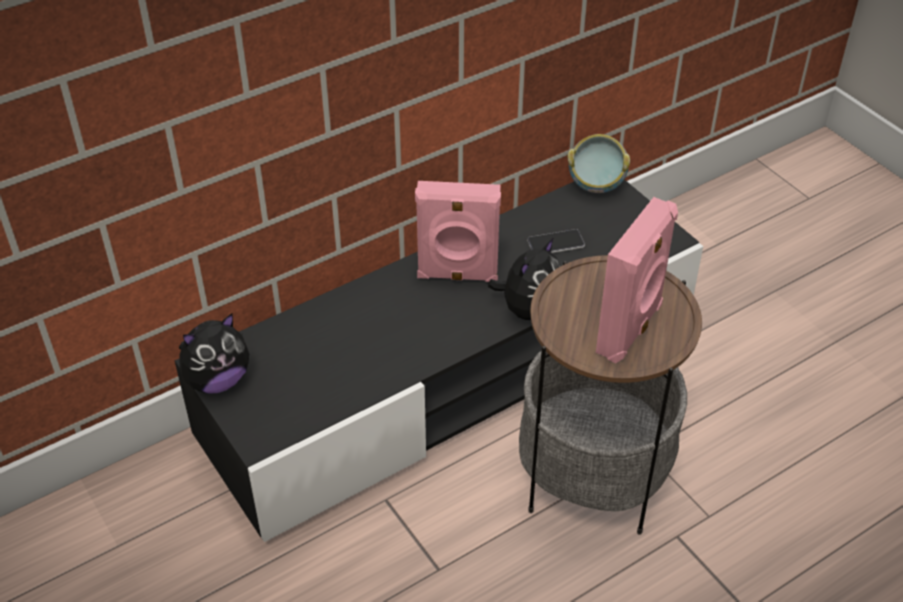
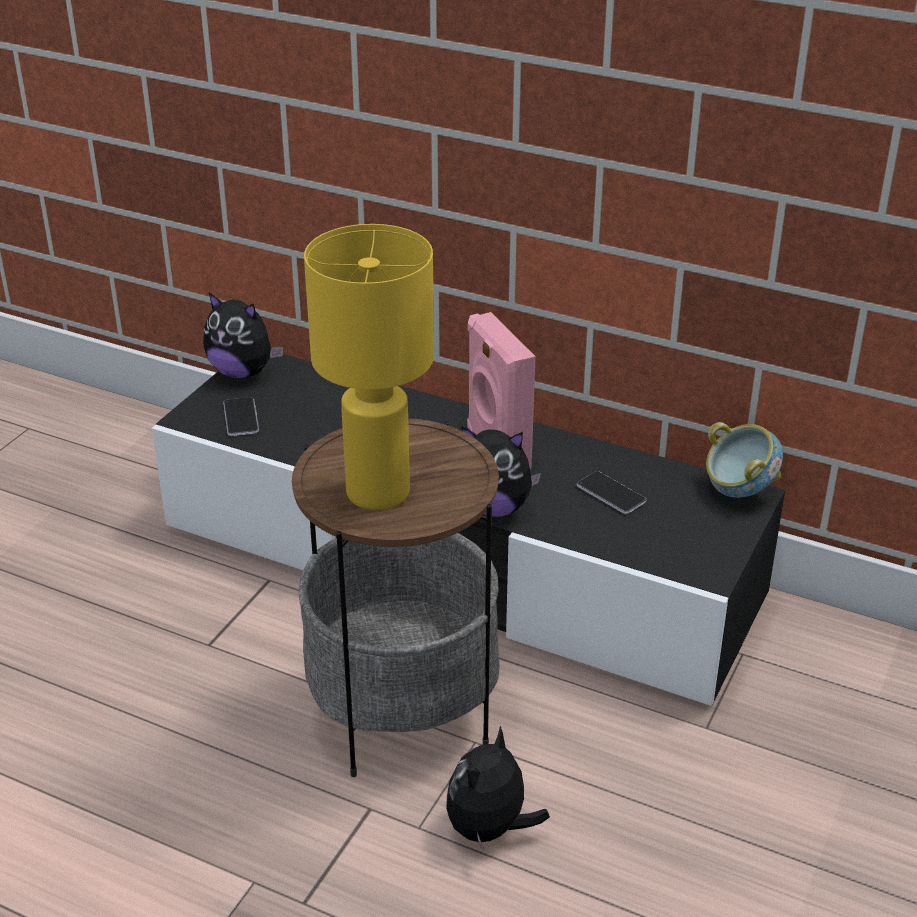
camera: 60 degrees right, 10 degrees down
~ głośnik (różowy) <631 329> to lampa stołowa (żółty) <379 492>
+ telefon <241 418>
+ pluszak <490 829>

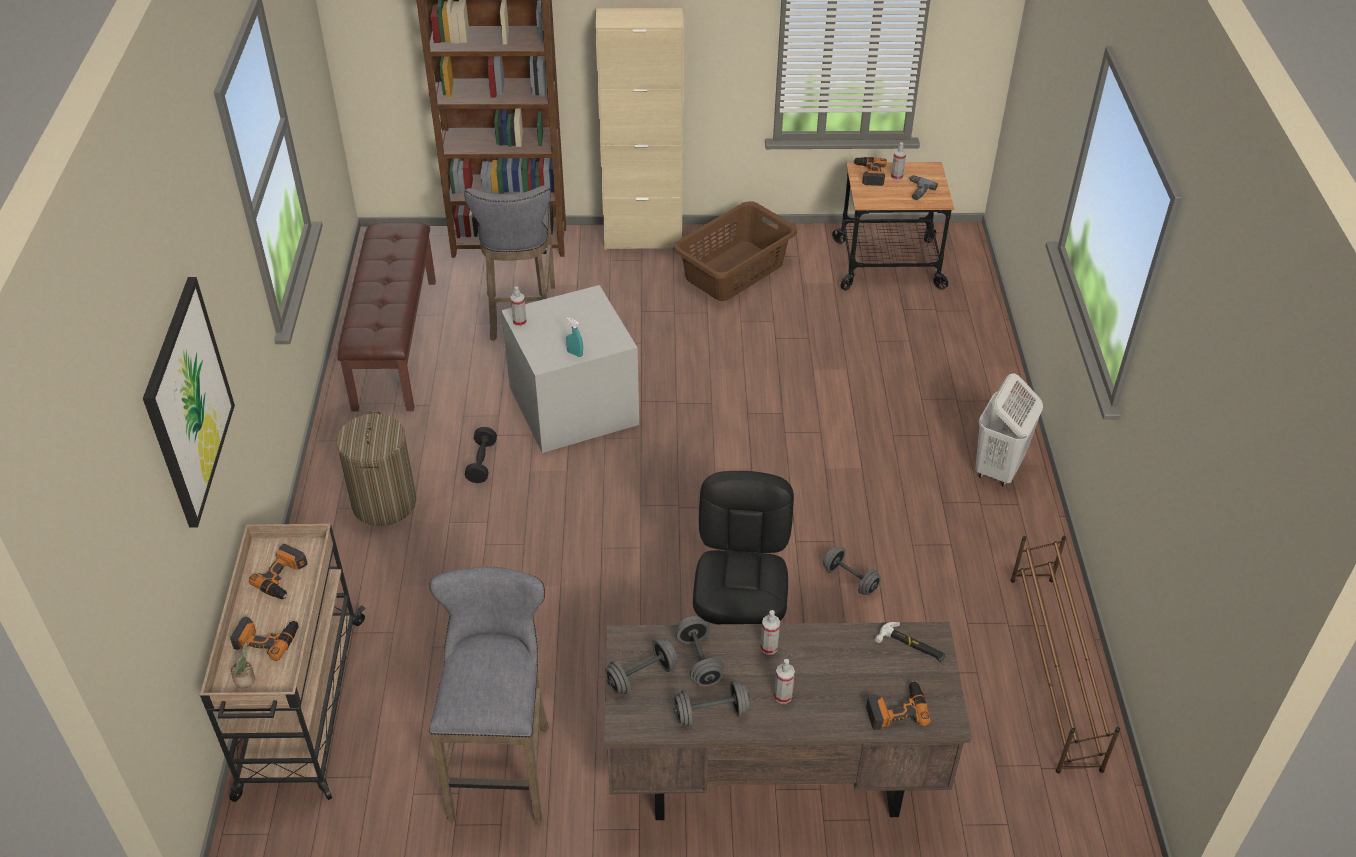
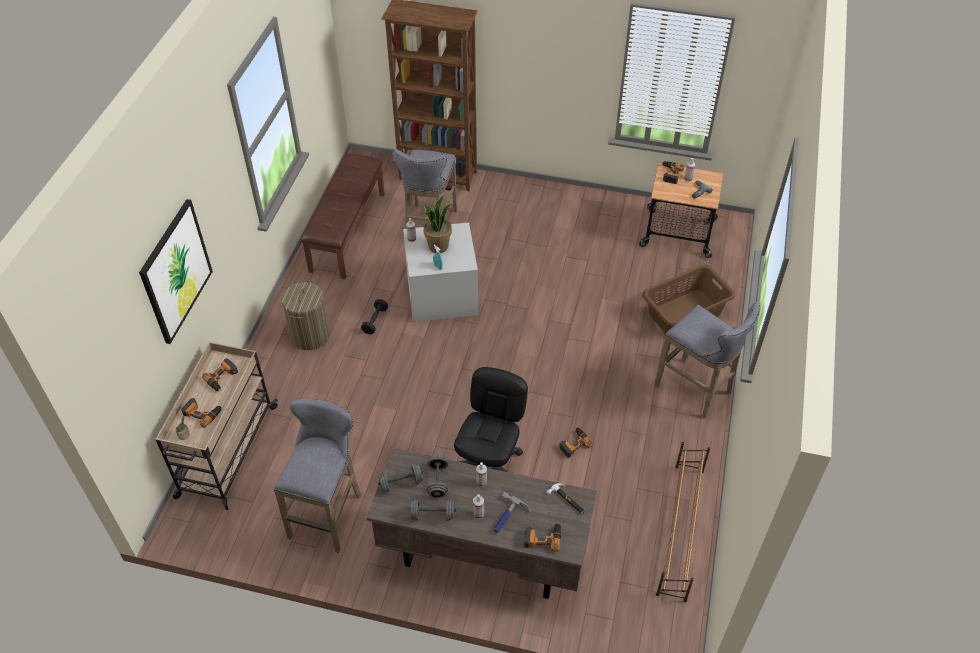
camera: 15 degrees right, 5 degrees up
- szafka (beżowy) <643 238>
~ kosz na pranie (brązowy) <735 271> to <685 313>
~ hantel (szary) <850 580> to wiertarka <573 444>
~ kosz na pranie (biały) <998 469> to stołek (szary) <696 390>
+ roślina doniczkowa <438 246>
+ młotek <508 517>

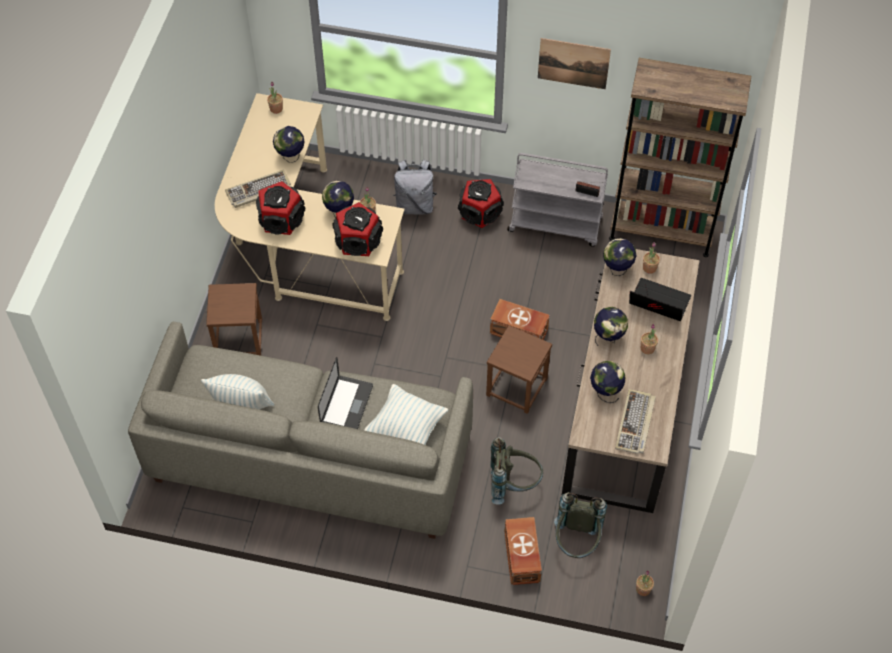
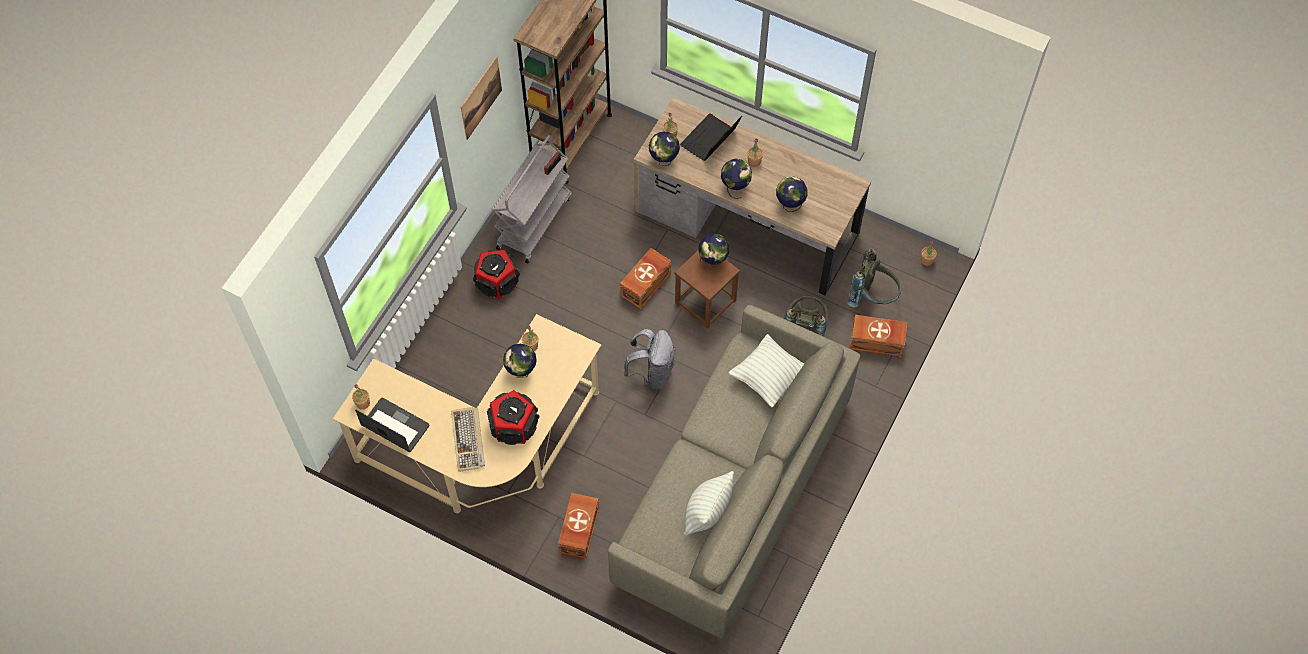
camera: 75 degrees left, 5 degrees up
~ stołek (brązowy) <238 338> to pojemnik do przechowywania (brązowy) <578 531>
~ globus <290 157> to <713 261>
~ laptop <346 405> to <395 426>
- głośnik <357 241>
~ plecak (szary) <415 205> to <652 372>
- klawiatura <635 423>

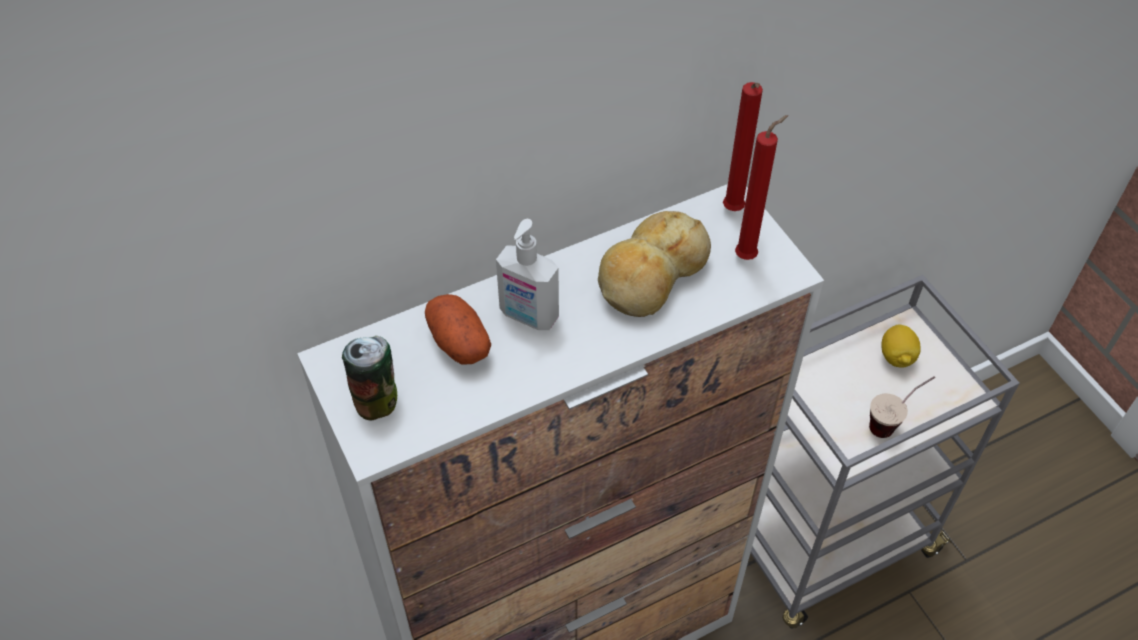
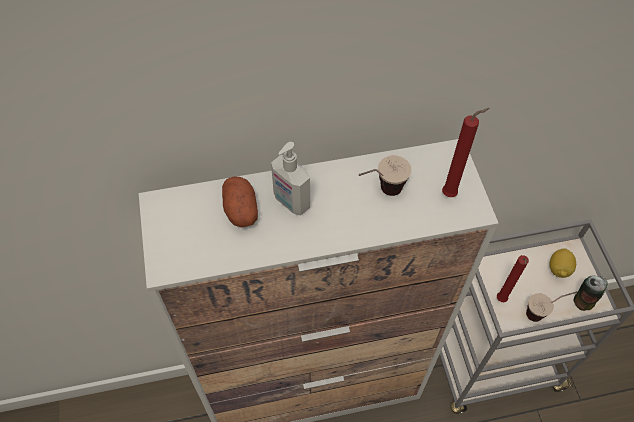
camera: 15 degrees right, 5 degrees up
~ puszka <377 401> to <583 301>
~ chleb <650 276> to filiżanka <380 193>
~ świeca (czerwony) <733 212> to <500 301>

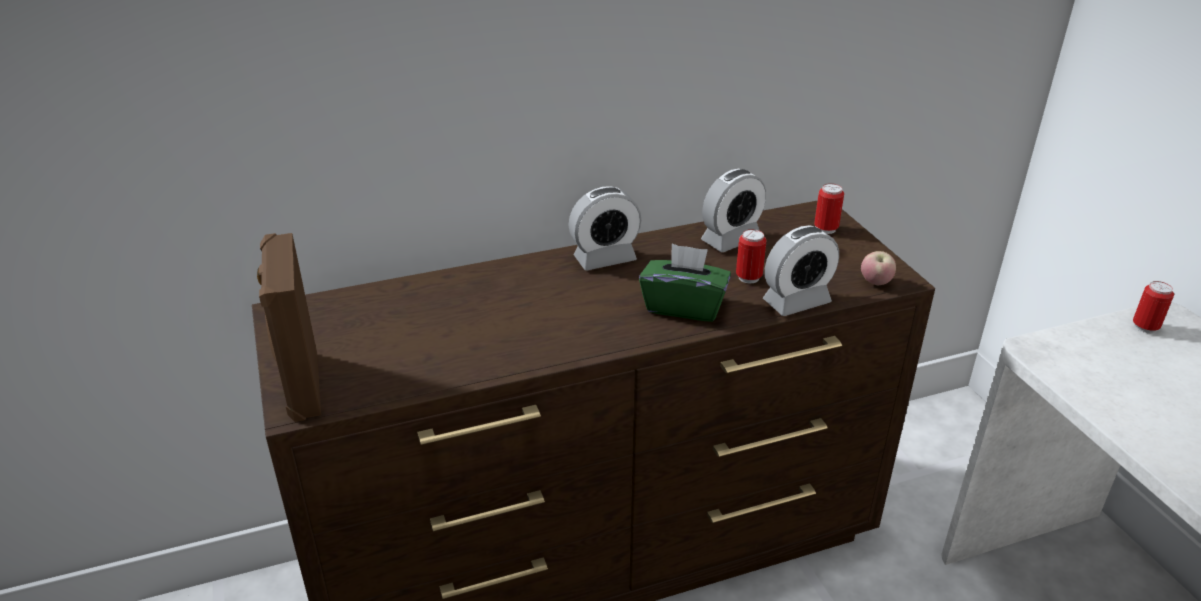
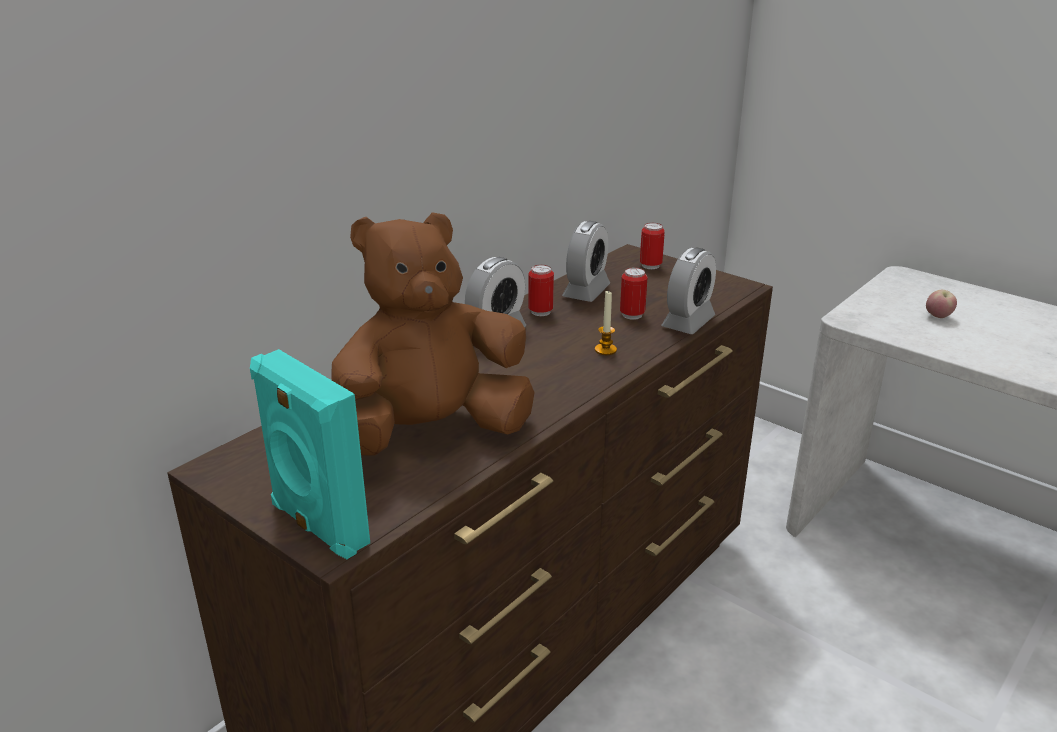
camera: 30 degrees left, 5 degrees down
~ głośnik (brązowy) <301 386> to głośnik (turkusowy) <317 526>
~ pudełko chusteczek (zielony) <684 306> to świeca <605 350>
~ jabłko <875 283> to <938 317>
~ puszka <1145 327> to <540 312>
+ pluszak (brązowy) <430 434>

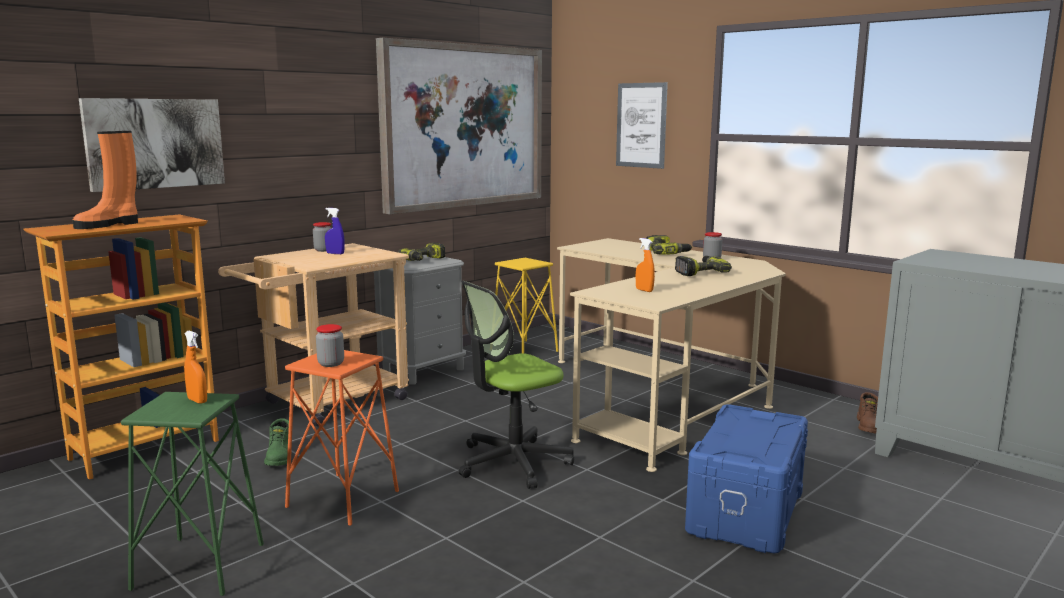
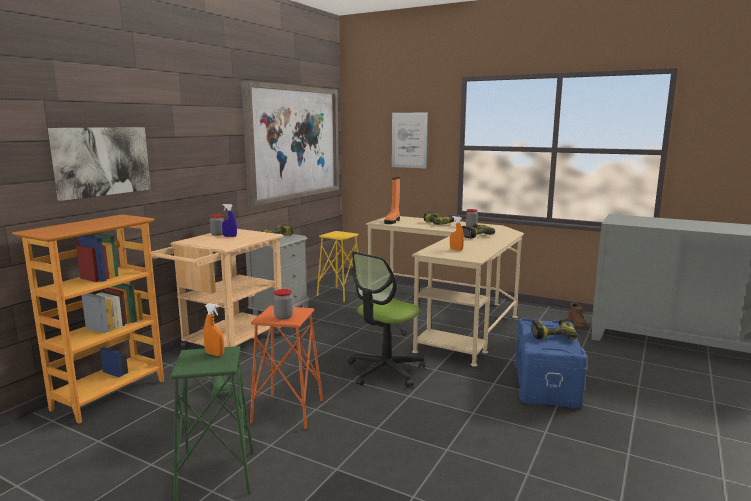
camera: 15 degrees left, 0 degrees up
~ but z cholewką (pomarańczowy) <109 225> to <392 221>
+ wiertarka <552 334>

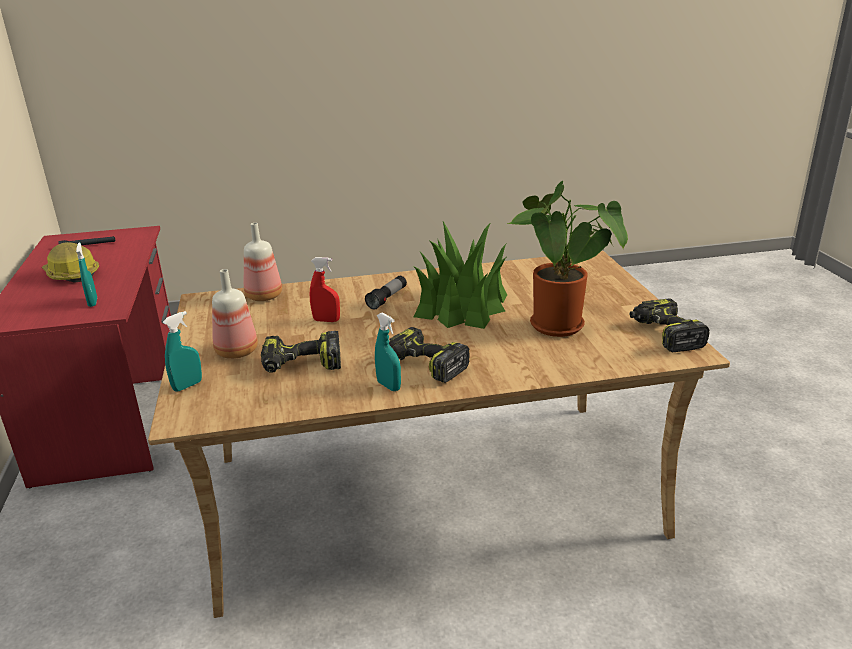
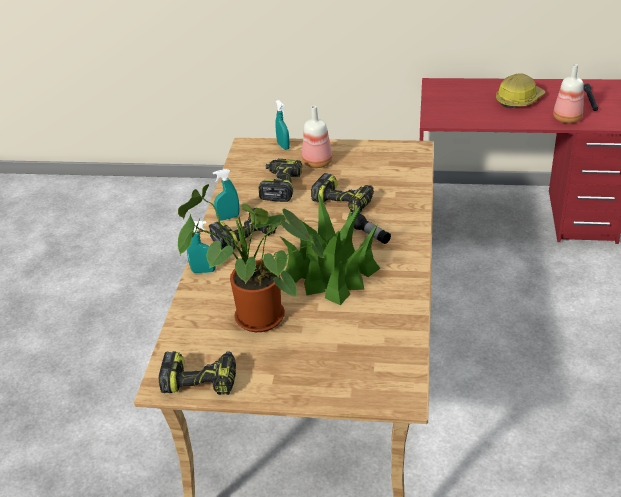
camera: 110 degrees right, 10 degrees up
~ spryskiwacz (turkusowy) <93 302> to <203 271>
~ butelka <265 296> to <566 119>
~ spryskiwacz (czerwony) <326 320> to wiertarka <344 201>

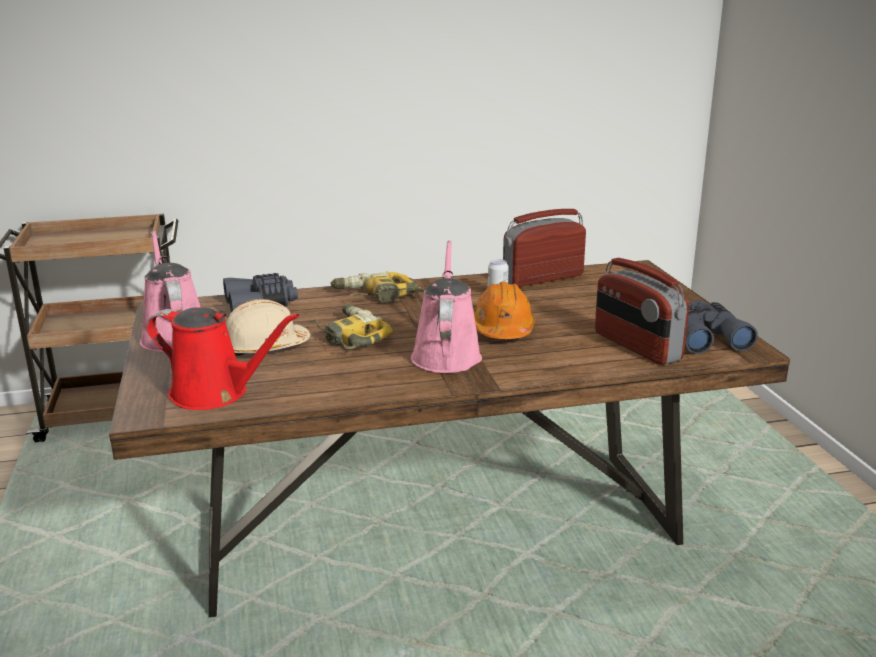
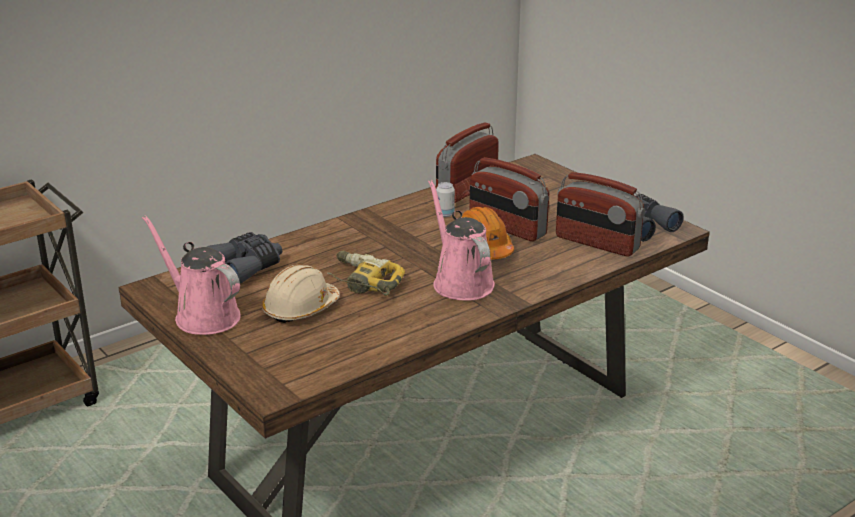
camera: 25 degrees left, 5 degrees up
- konewka (czerwony) <215 393>
- wiertarka <377 296>
+ radio <507 228>

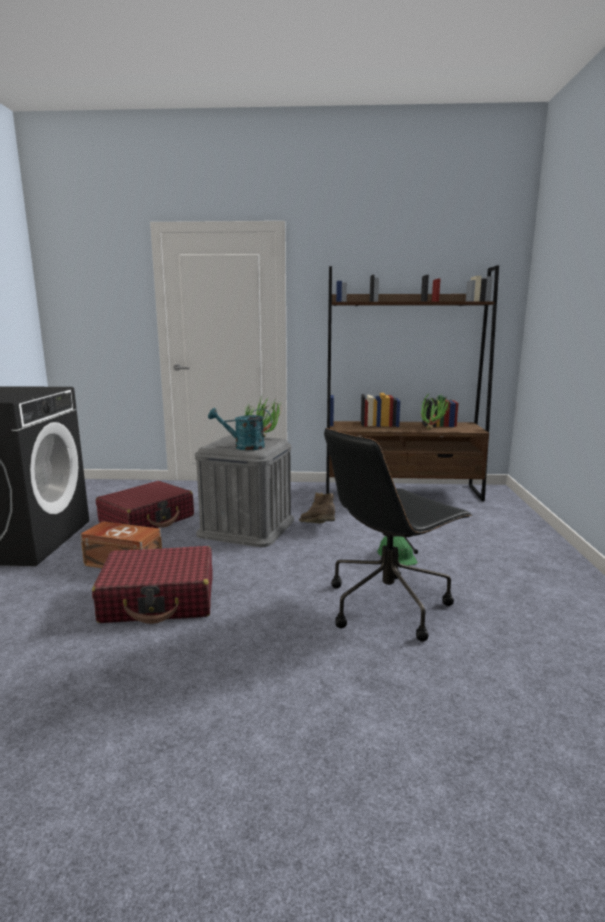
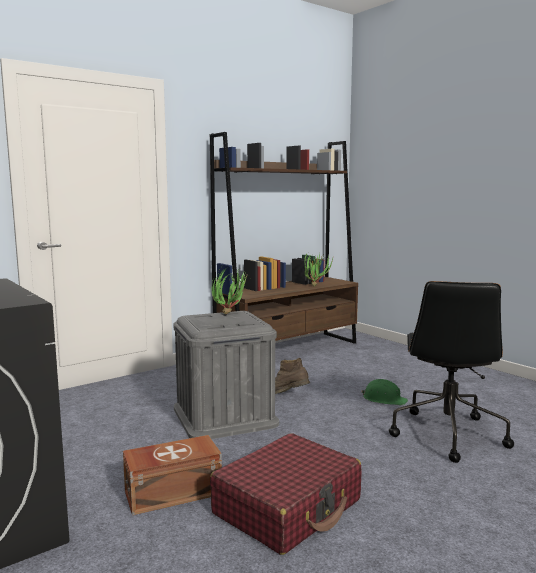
camera: 40 degrees left, 5 degrees down
- walizka (czerwony) <147 519>
- konewka (turkusowy) <243 447>

